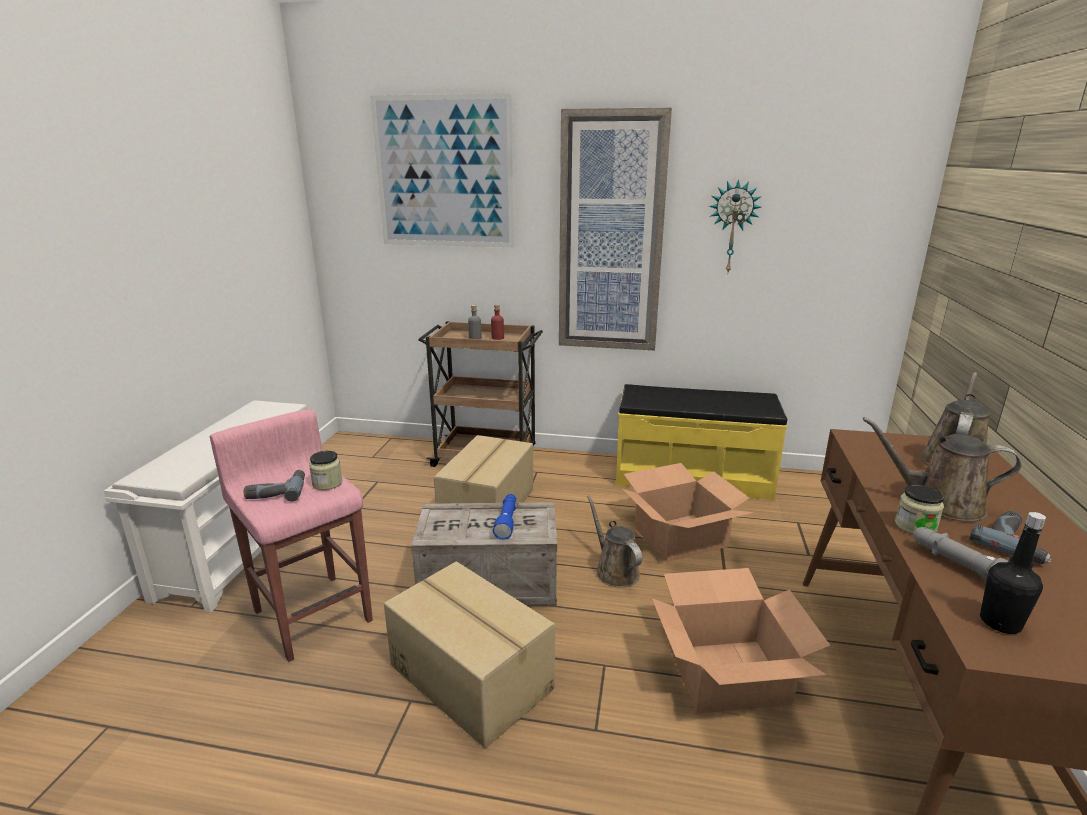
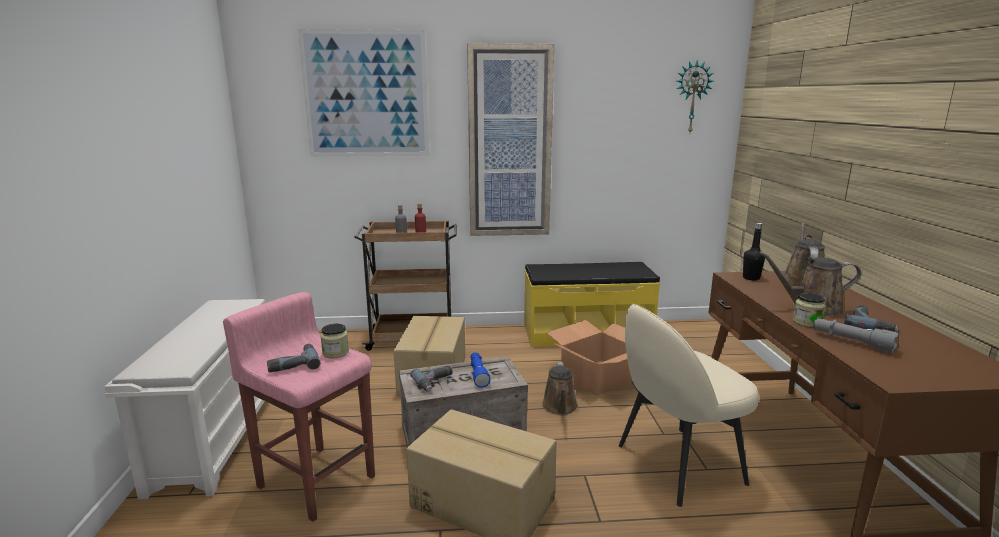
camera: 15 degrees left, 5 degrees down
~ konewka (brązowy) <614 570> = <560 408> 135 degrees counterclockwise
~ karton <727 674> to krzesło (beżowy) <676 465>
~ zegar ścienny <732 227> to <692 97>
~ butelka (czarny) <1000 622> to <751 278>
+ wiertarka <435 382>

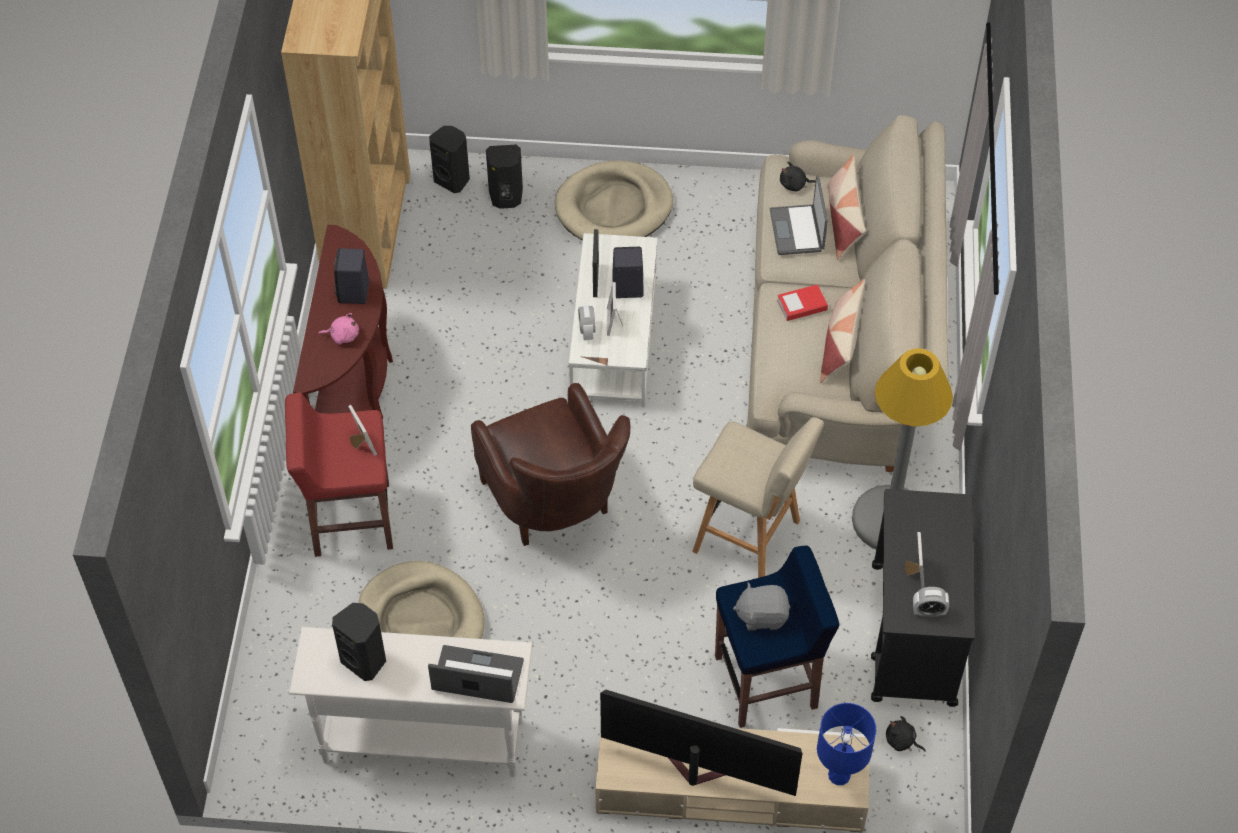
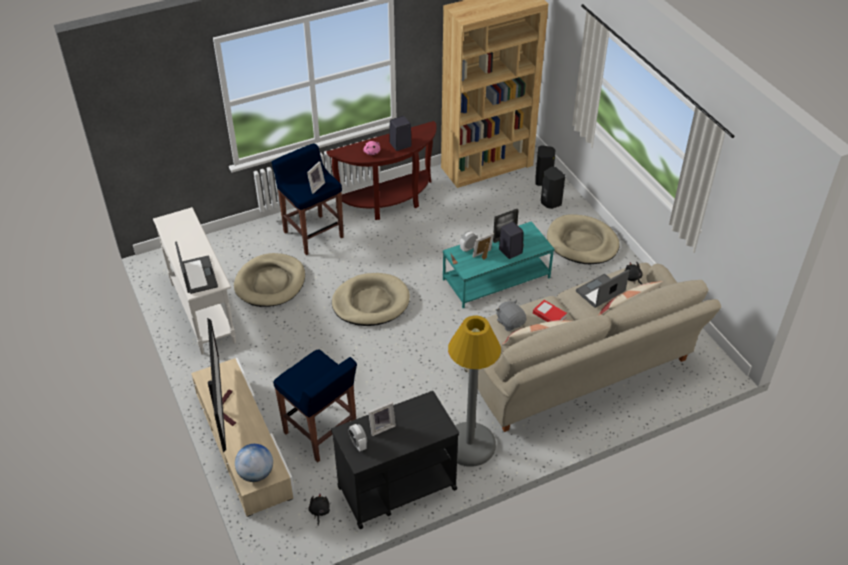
camera: 60 degrees right, 10 degrees down
~ stołek (czerwony) <350 519> to stołek (niebieski) <313 234>
- głośnik (czarny) <365 660>
~ fotel (brązowy) <555 511> to legowisko (beżowy) <371 302>
~ ława (biały) <614 340> to ława (turkusowy) <496 279>
- stołek (beżowy) <750 538>
~ pluszak (szary) <762 615> to <510 322>
~ lampa stołowa (niebieski) <839 775> to globus <256 473>

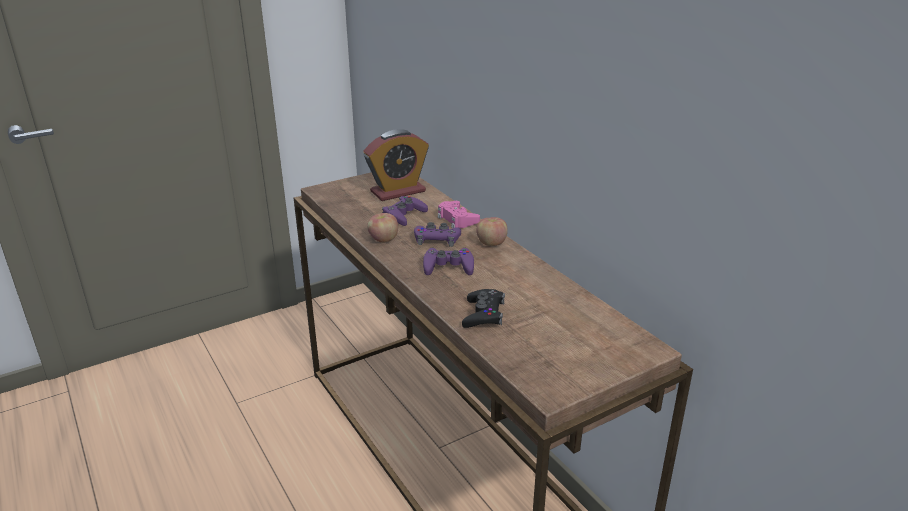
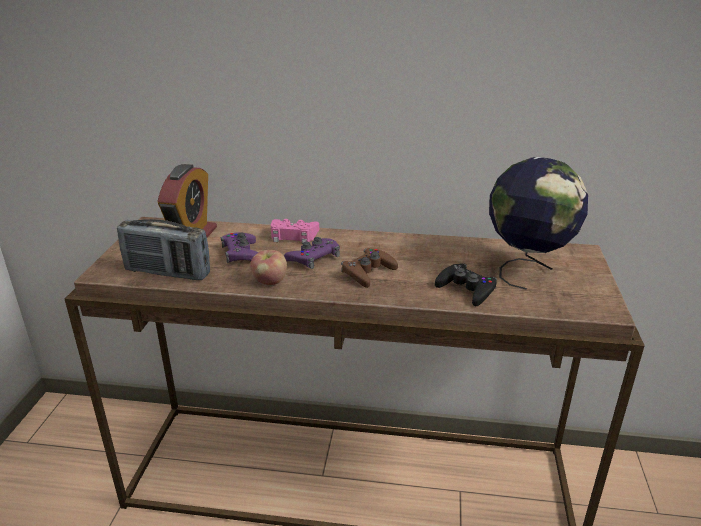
camera: 50 degrees left, 0 degrees up
~ pad do gier (fioletowy) <448 267> to pad do gier (brązowy) <368 272>
- jabłko <491 243>
+ radio <167 273>
+ globus <527 269>

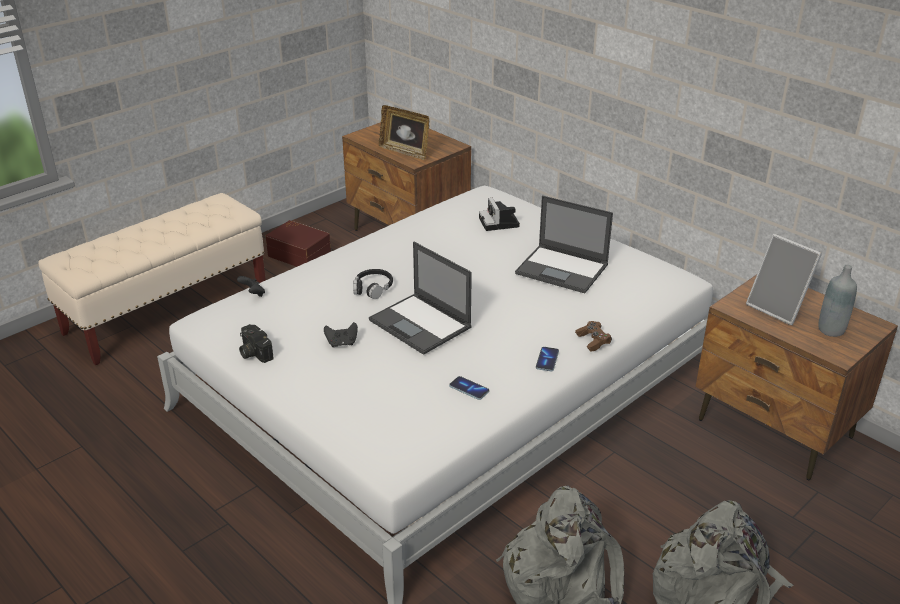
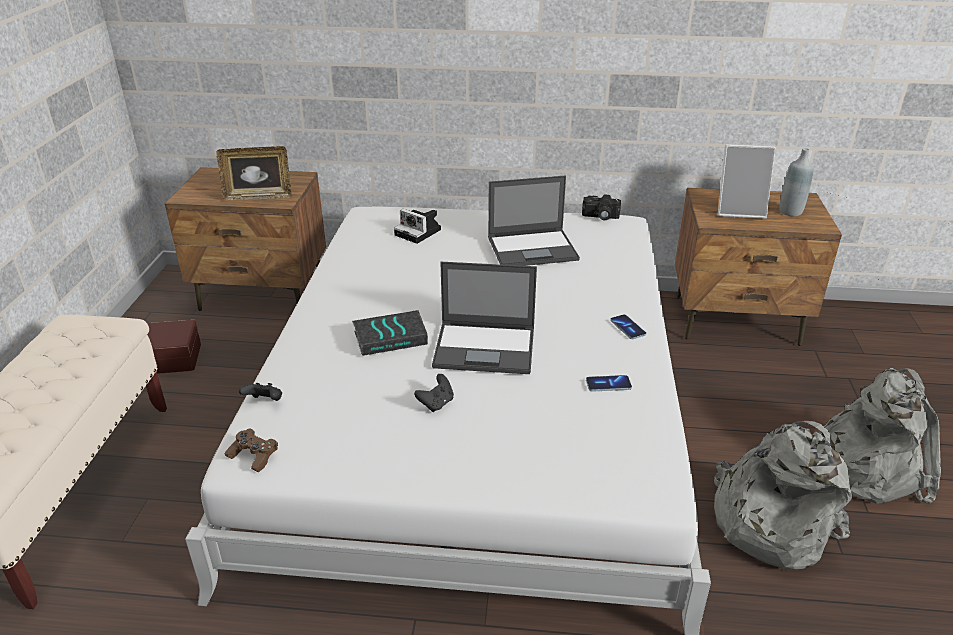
camera: 40 degrees left, 0 degrees up
~ aparat fotograficzny <253 352> to <600 217>
~ słuchawki (czarny) <373 288> to książka <391 337>
~ pad do gier (brązowy) <593 341> to <253 456>

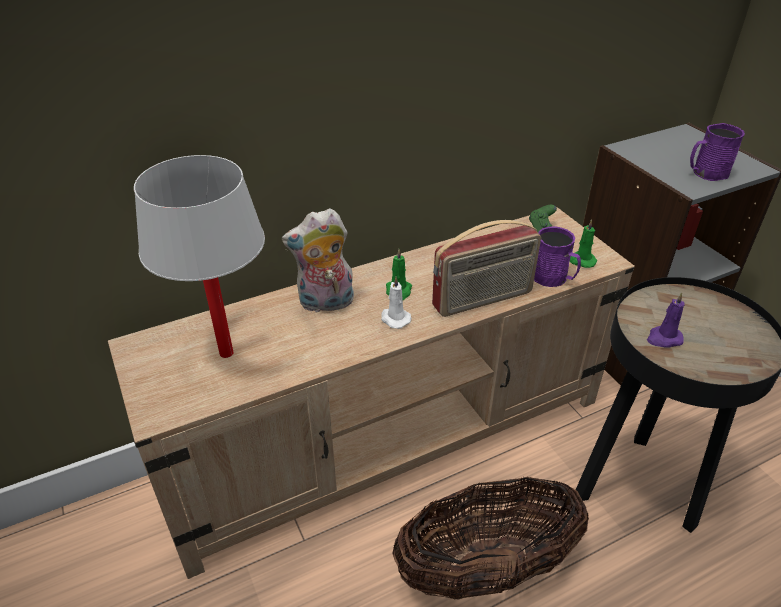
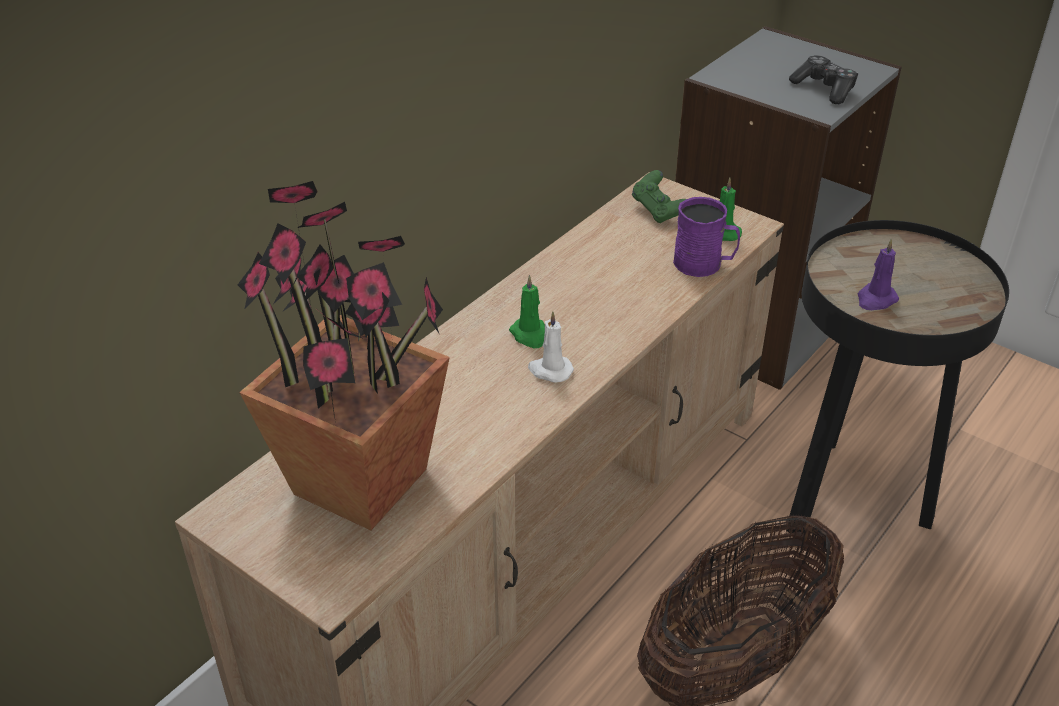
camera: 25 degrees left, 0 degrees up
~ lampa stołowa (biały) <226 353> to roślina doniczkowa <362 482>
- pluszak <325 304>
- radio <483 300>
~ kubek (fioletowy) <706 173> to pad do gier <824 89>

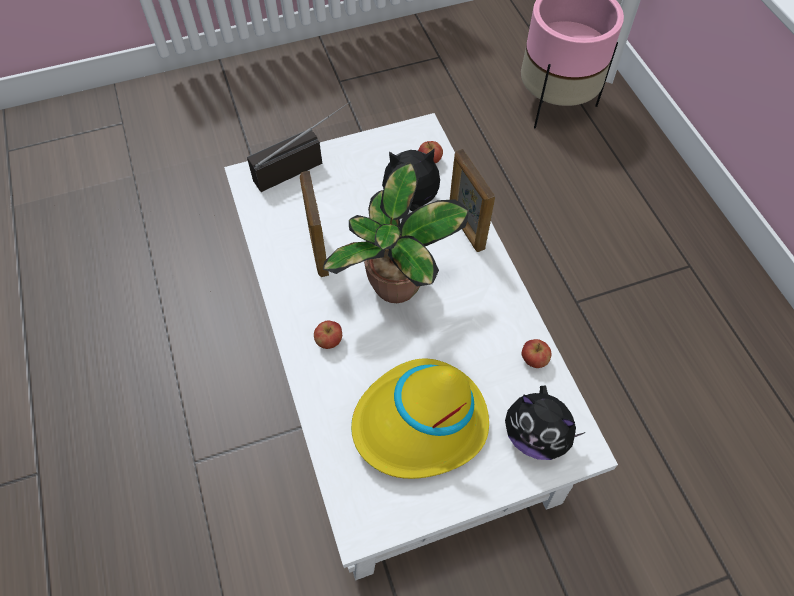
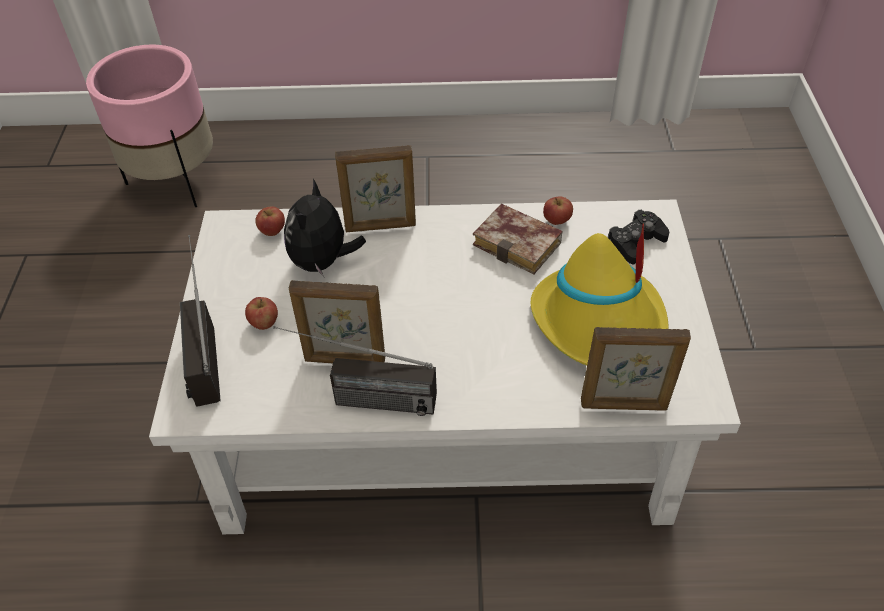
camera: 70 degrees left, 10 degrees down
~ jabłko <329 341> to <264 323>
- roślina doniczkowa <395 288>
~ pluszak <536 435> to pad do gier (czarny) <636 242>
+ radio <359 399>
+ książka <521 244>
+ ramka na zdjęcie <624 405>

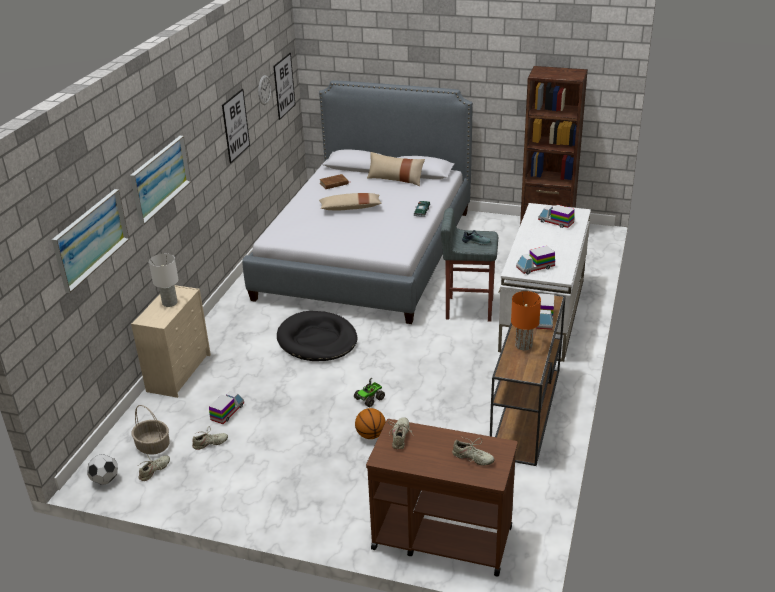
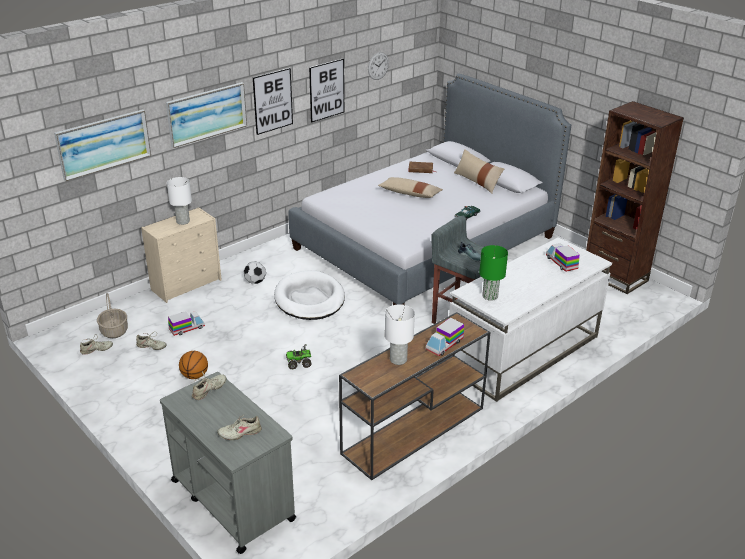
camera: 30 degrees right, 0 degrees up
~ piłka futbolowa <105 480> to <255 282>
~ obraz <284 86> to <273 101>
~ legowisko (czarny) <317 340> to legowisko (biały) <309 299>
~ piłka do koszykówki <370 435> to <194 376>
~ wózek (brązowy) <441 537> to wózek (szary) <232 499>
~ but (beżowy) <472 458> = <240 433> 105 degrees clockwise
~ lampa stołowa (pomarańczowy) <523 345> to lampa stołowa (biały) <398 359>
~ ciężarówka zabawkowa <535 267> to lampa stołowa (zielony) <490 296>

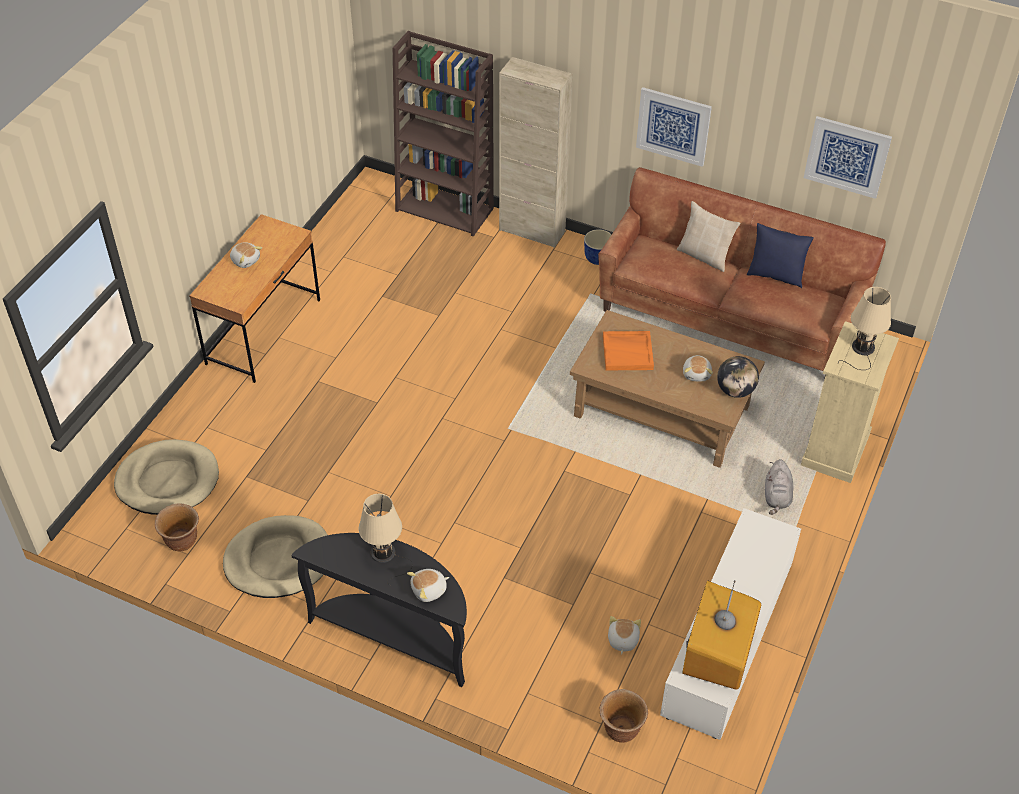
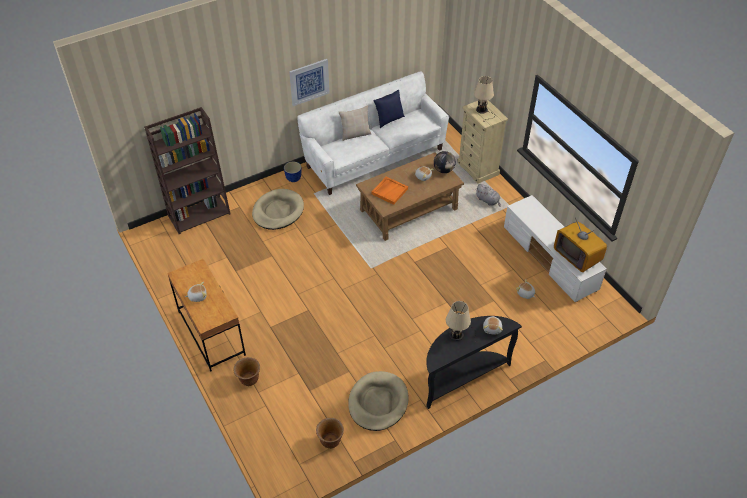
camera: 55 degrees left, 0 degrees up
~ legowisko (beżowy) <168 480> to <278 211>
- szafka (beżowy) <532 231>
~ kanapa (brązowy) <727 319> to kanapa (biały) <374 158>
~ donica (brązowy) <621 729> to <249 379>
- obraz <847 156>

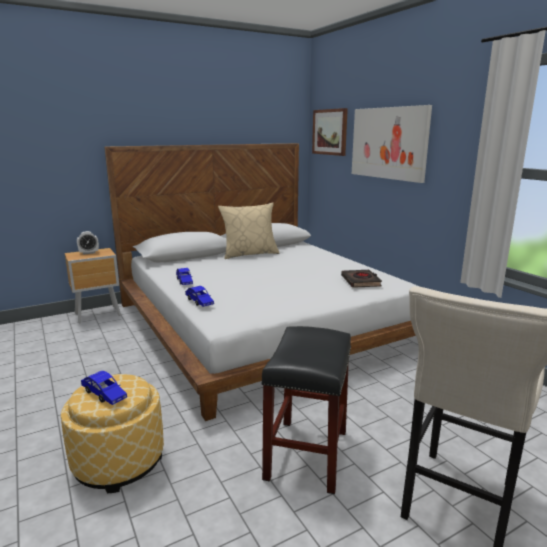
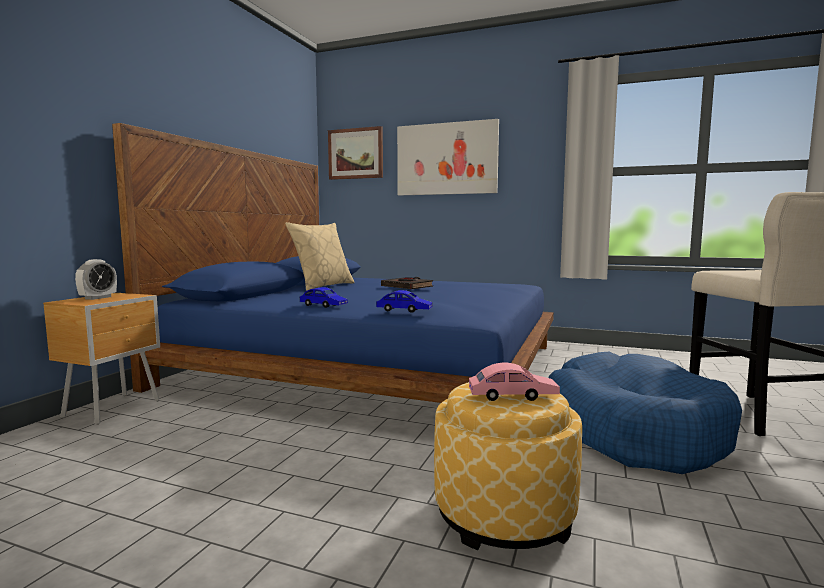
camera: 40 degrees left, 10 degrees down
~ samochodzik (niebieski) <104 394> to samochodzik (różowy) <513 396>
~ łóżko (biały) <263 324> to łóżko (niebieski) <375 365>
~ stołek (czarny) <307 455> to legowisko (niebieski) <632 431>
~ książka (czarny) <361 281> to <407 287>

